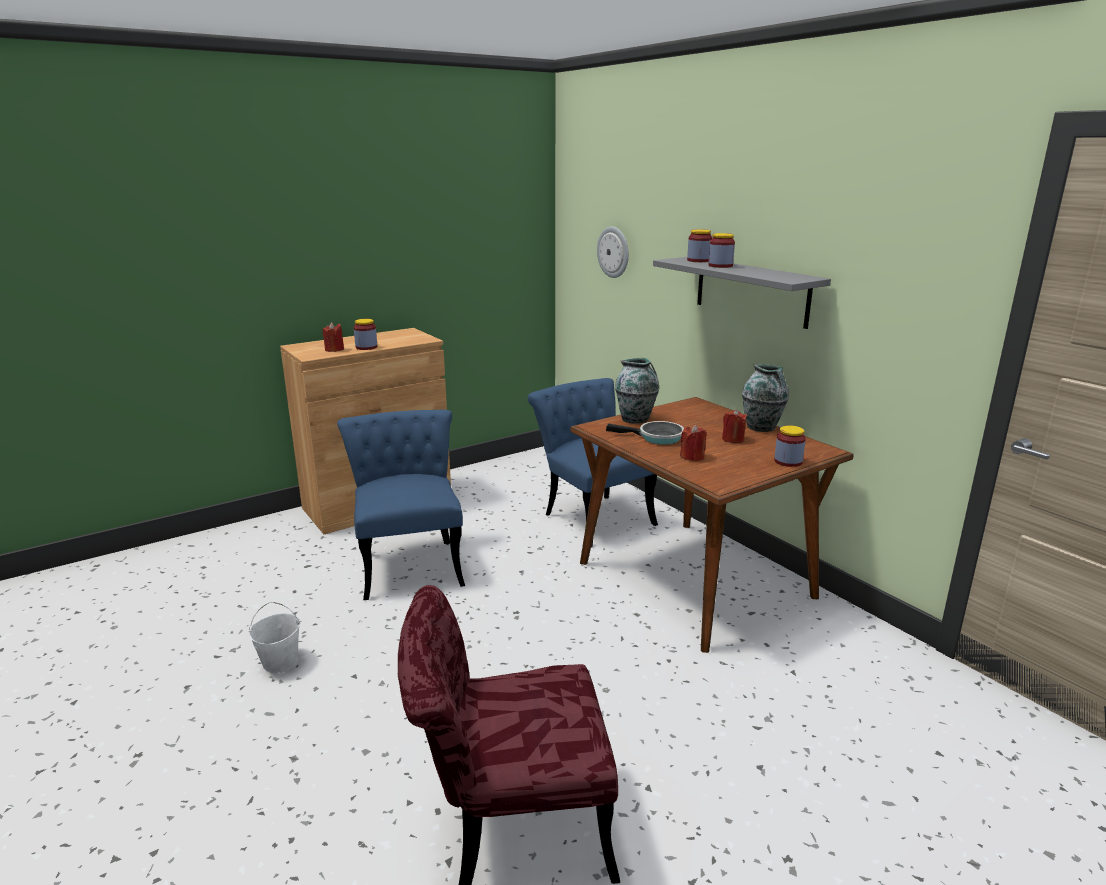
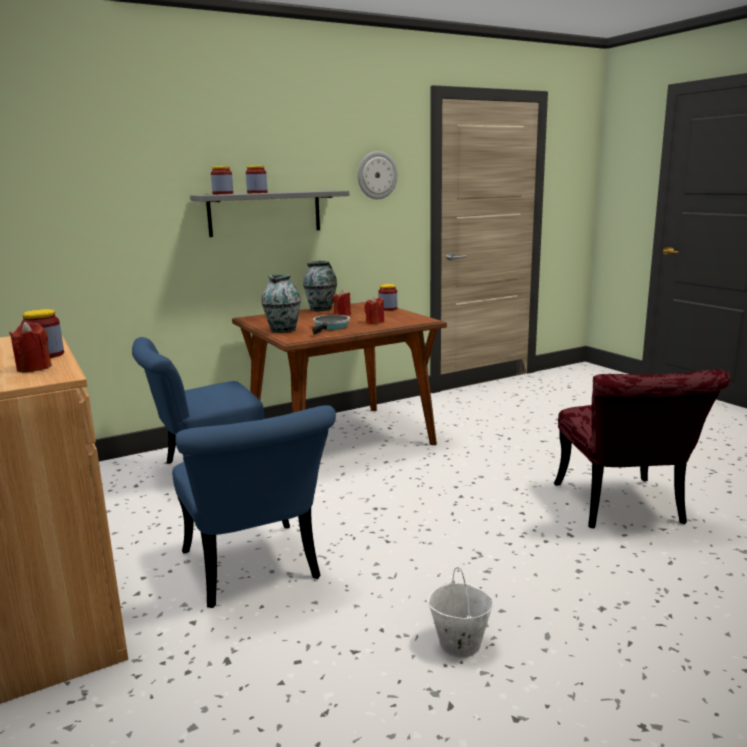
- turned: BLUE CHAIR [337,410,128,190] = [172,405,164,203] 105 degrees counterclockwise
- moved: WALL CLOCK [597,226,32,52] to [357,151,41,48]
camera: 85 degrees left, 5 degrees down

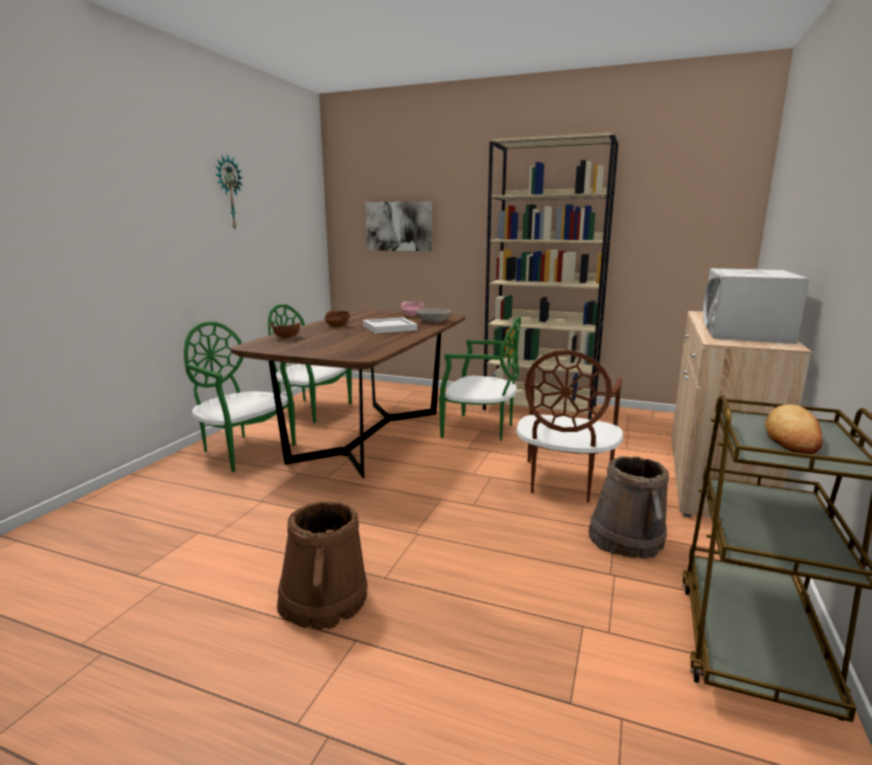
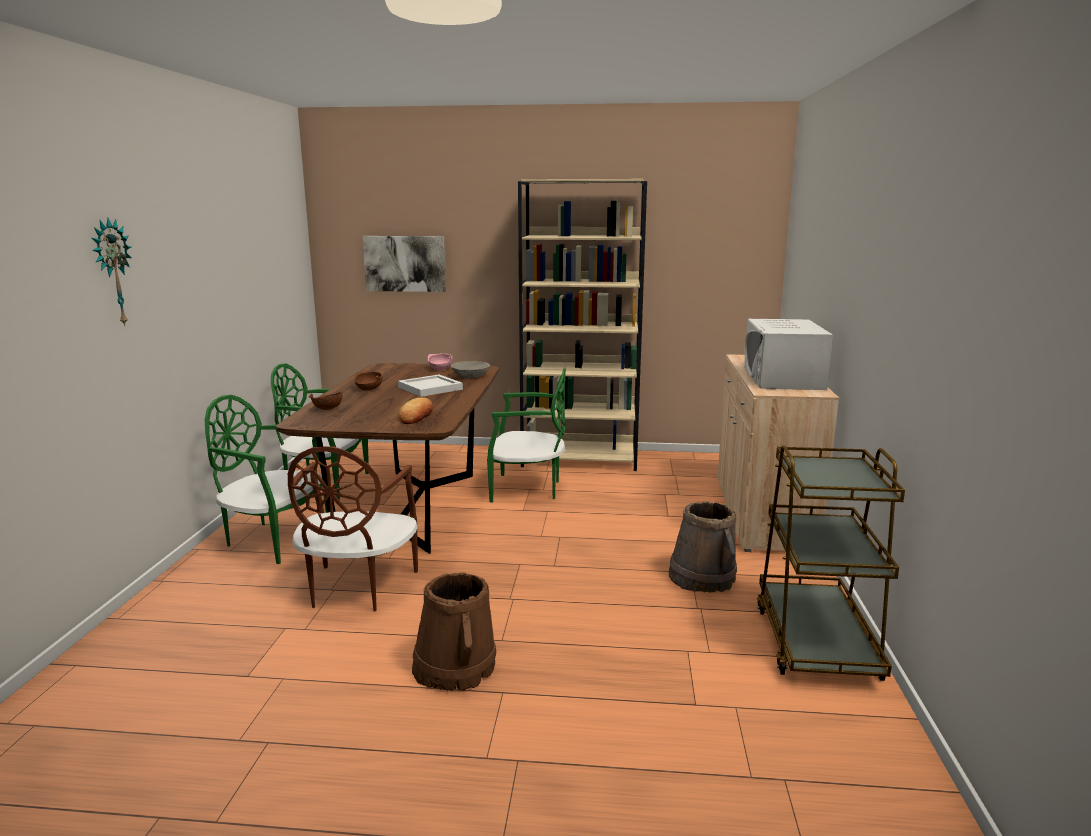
- moved: WALL CLOCK [215,155,28,74] to [92,218,40,108]
- moved: BROWN CHAIR [516,350,107,153] to [288,447,130,164]
- moved: BREAD [765,404,57,50] to [399,398,34,26]
camera: 15 degrees left, 0 degrees up

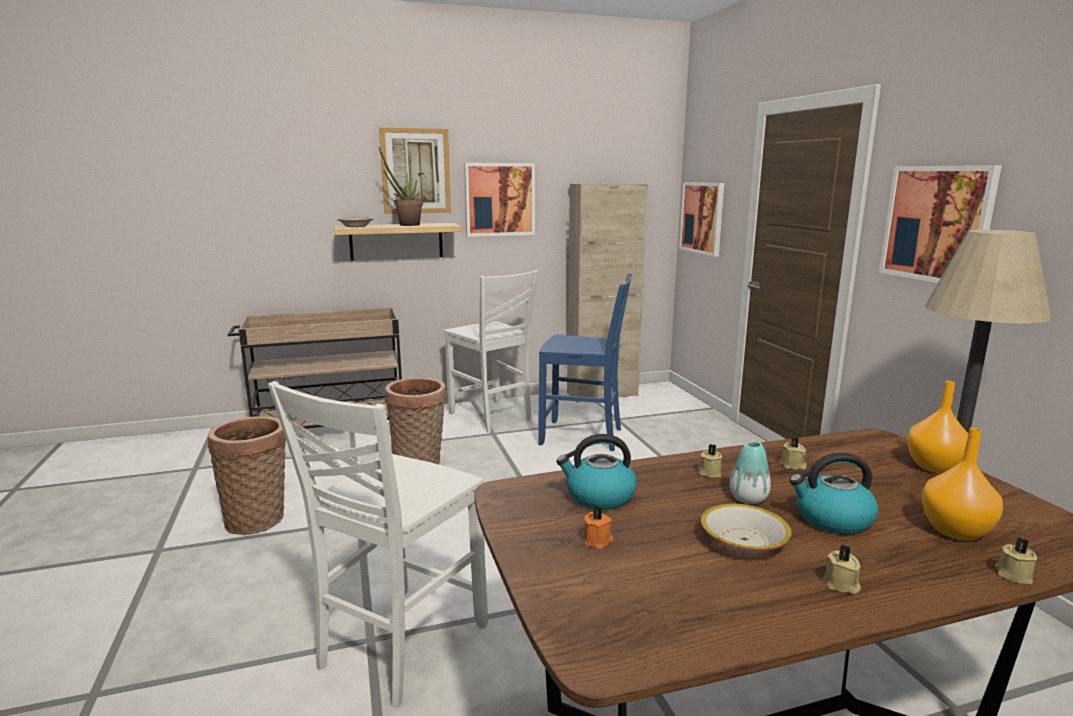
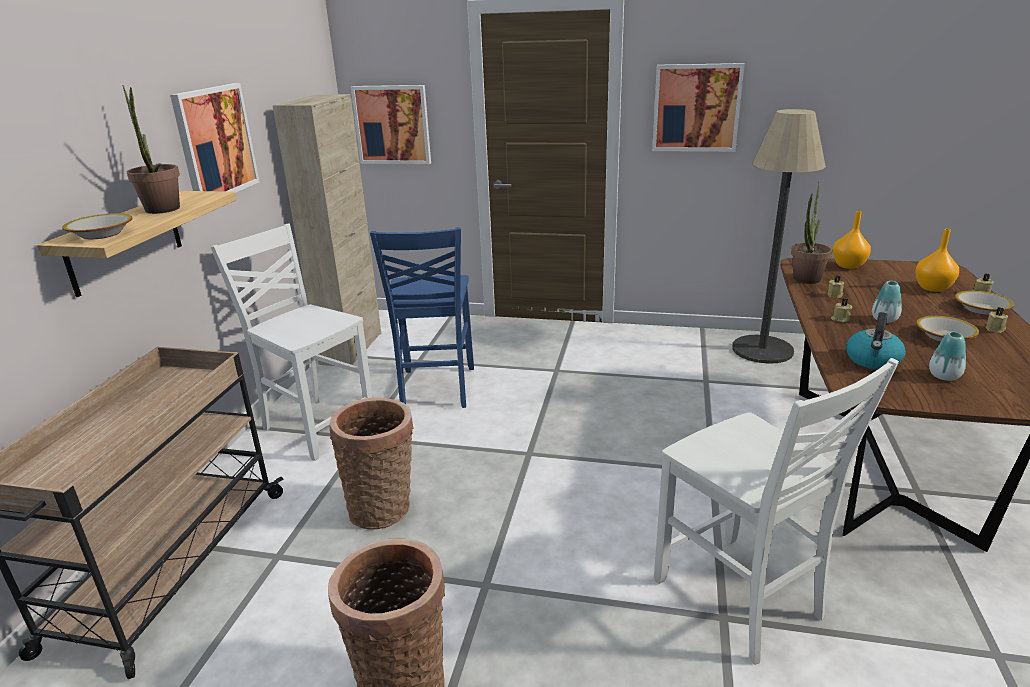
- turned: WHITE CHAIR [444,270,95,163] = [211,224,162,237] 135 degrees counterclockwise
- turned: BLUE CHAIR [538,273,94,178] = [370,227,104,181] 135 degrees clockwise
- added: POTTED PLANT [791,182,41,102]
- replaced: ORANGE CANDLE [584,505,29,44] to VASE [929,331,37,50]
- added: BOWL [955,290,60,25]
- removed: PICTURE [379,128,72,86]
- removed: KETTLE [789,452,89,82]
camera: 60 degrees left, 10 degrees up

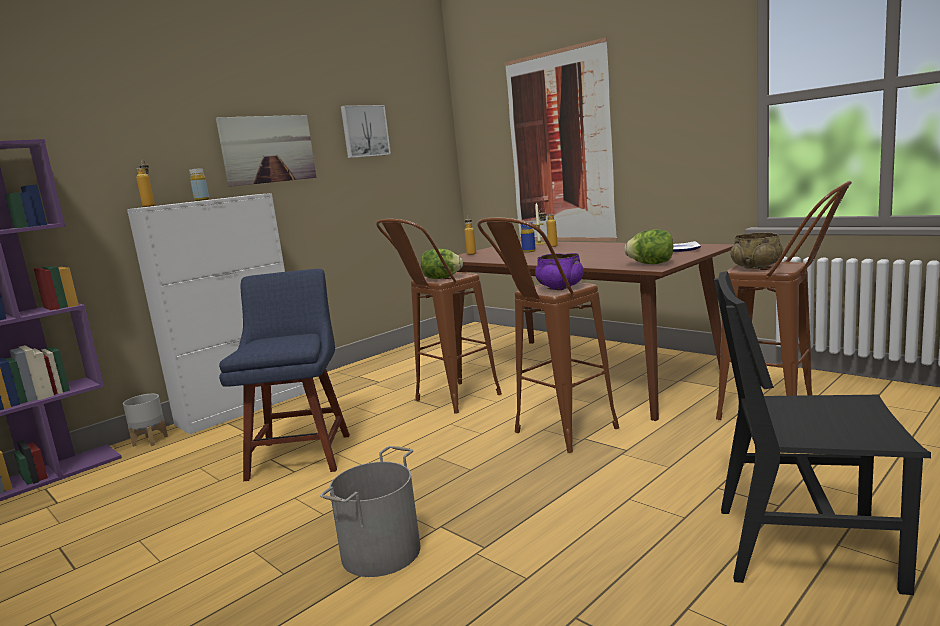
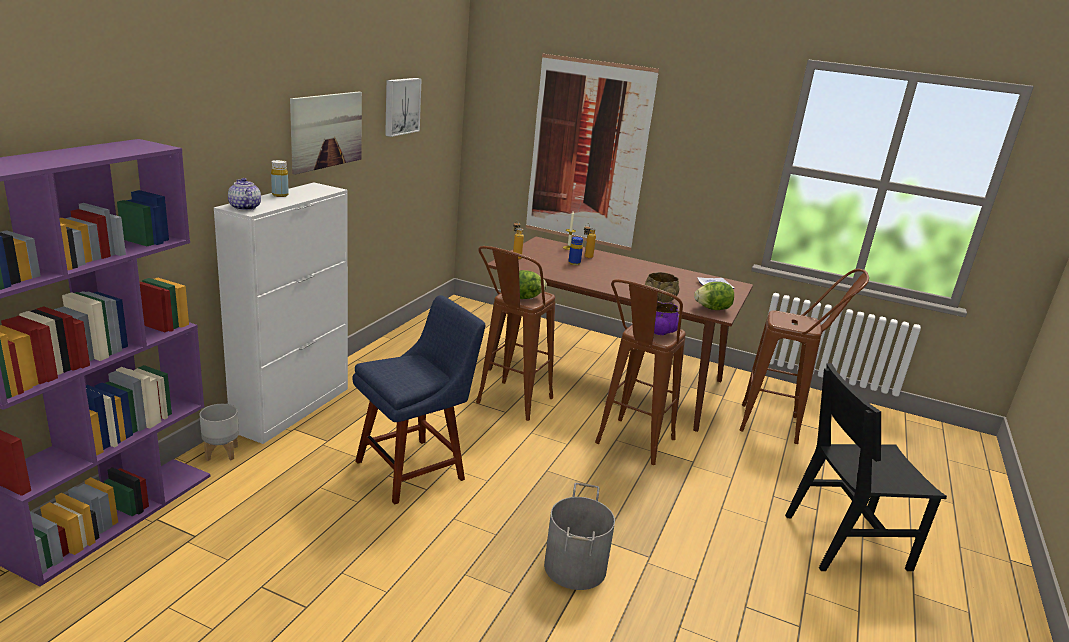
- replaced: BOTTLE [136,160,19,47] to TEAPOT [228,178,33,33]
- turned: BLUE CHAIR [219,269,131,212] = [352,295,133,210] 75 degrees clockwise
- moved: BEIGE BOWL [730,232,53,37] to [644,272,35,31]
camera: 25 degrees left, 10 degrees up

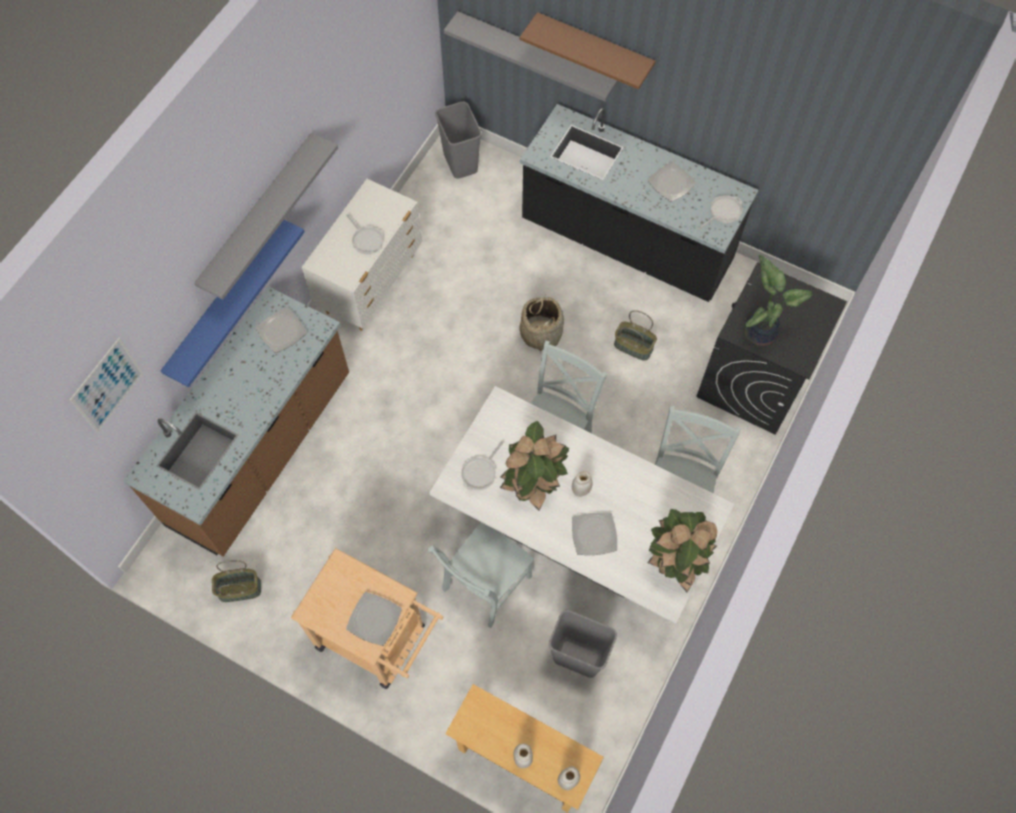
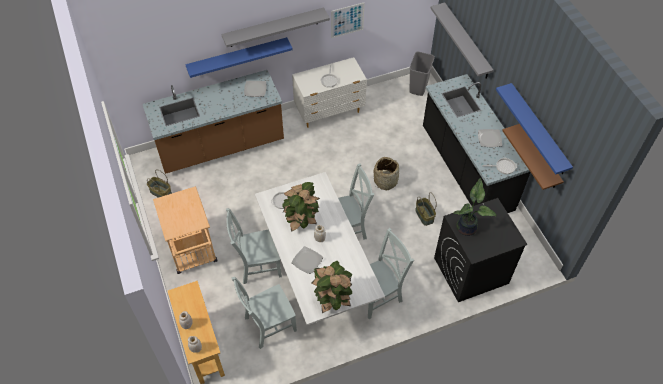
- replaced: GREY TRASH CAN [549,610,68,68] to GREY CHAIR [231,277,66,72]
- moved: PICTURE [70,338,73,95] to [331,3,34,35]
- added: BLUE SHELF [496,83,77,92]
- moved: BROWN SHELF [520,12,135,78] to [502,124,62,66]
- removed: PLATE [346,592,56,54]
camera: 40 degrees right, 10 degrees down

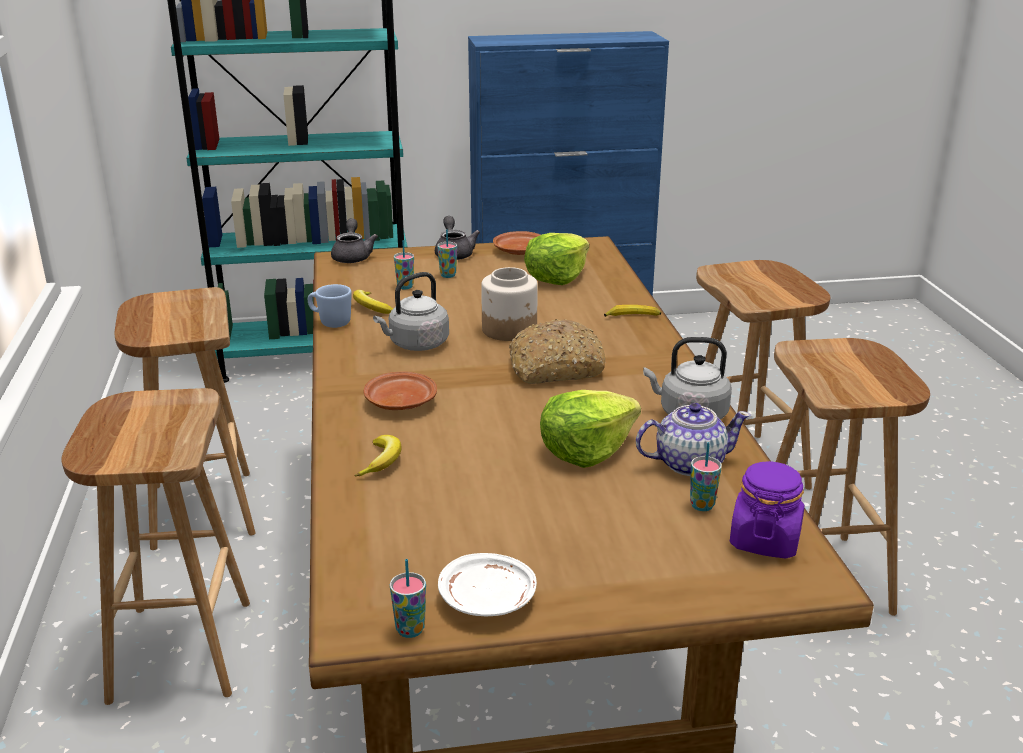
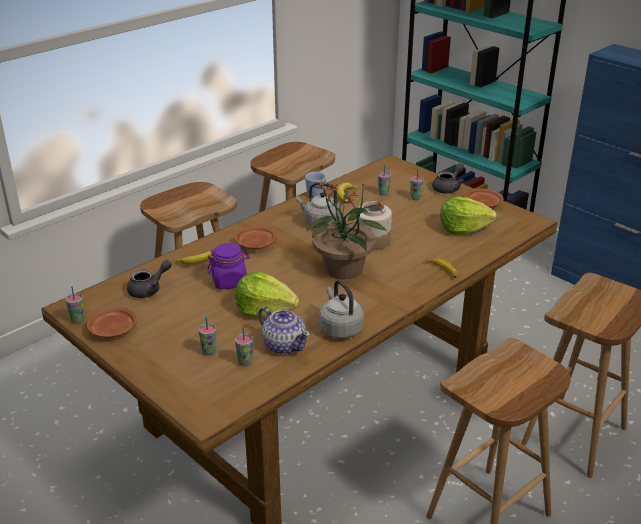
- recoloured: WHITE PLATE [438,553,99,63] to BROWN PLATE [87,307,50,31]
- moved: GREY TEAPOT [331,218,47,45] to [127,260,45,38]
- added: CUP [198,317,18,38]
- moved: PURPLE JAR [730,461,75,98] to [208,243,42,46]
- replaced: BREAD [509,319,97,65] to POTTED PLANT [307,180,81,100]
camera: 55 degrees right, 5 degrees up

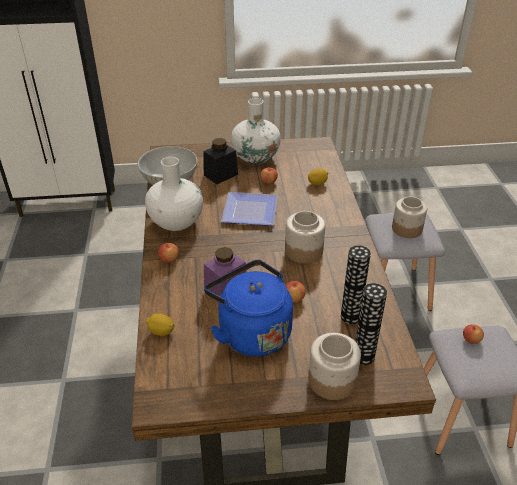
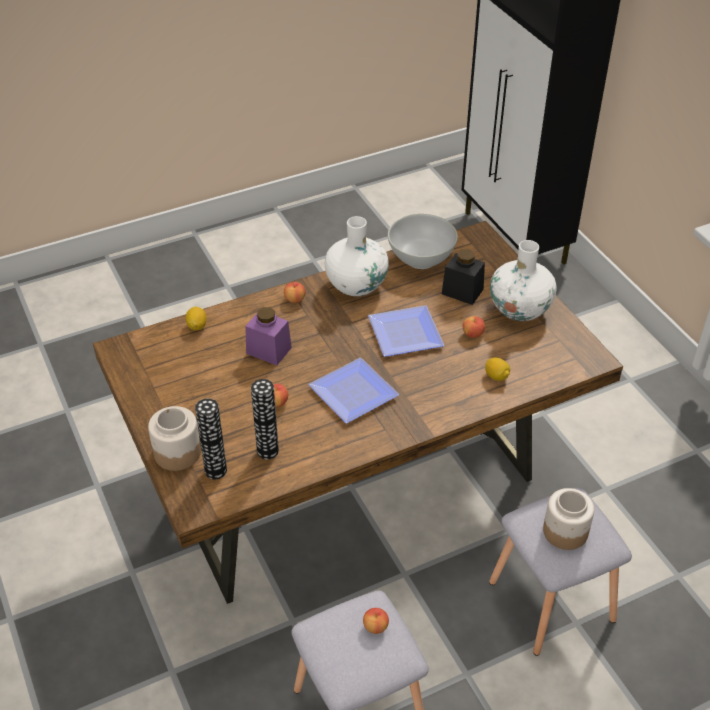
- replaced: JAR [285,211,40,53] to PLATE [309,358,90,65]
- removed: BLUE KETTLE [204,260,89,97]
camera: 70 degrees right, 5 degrees up

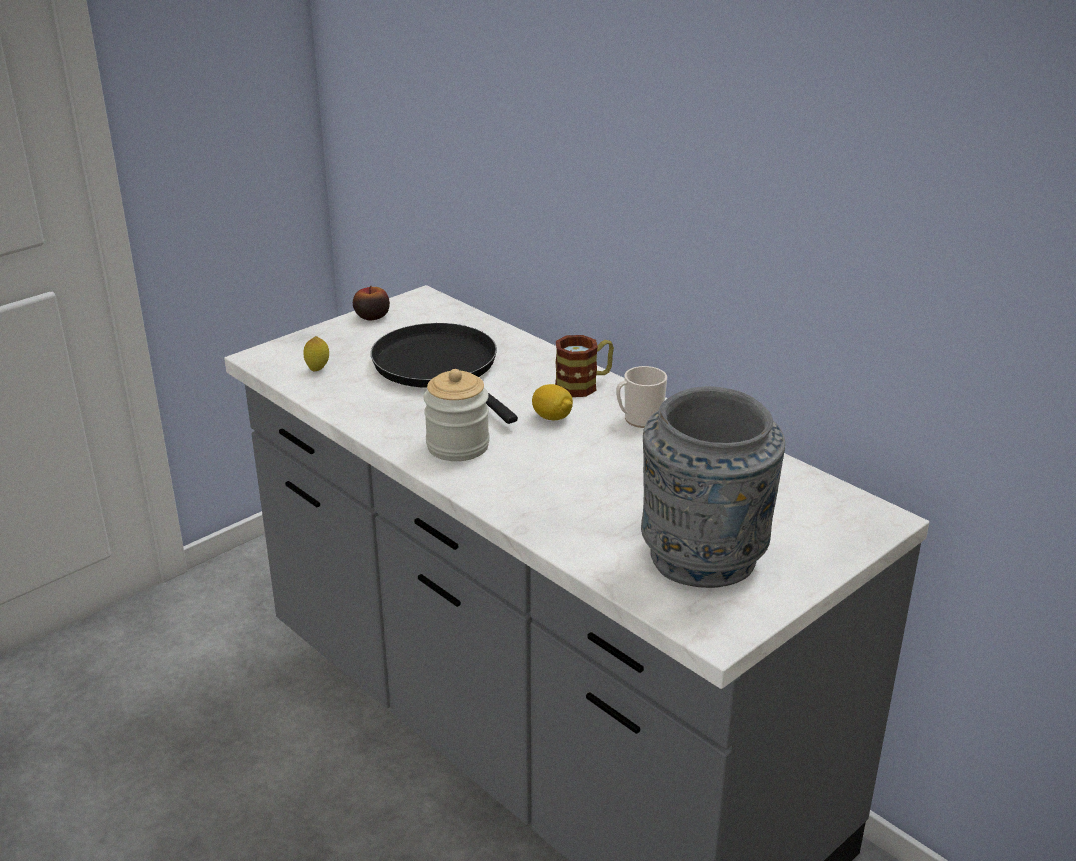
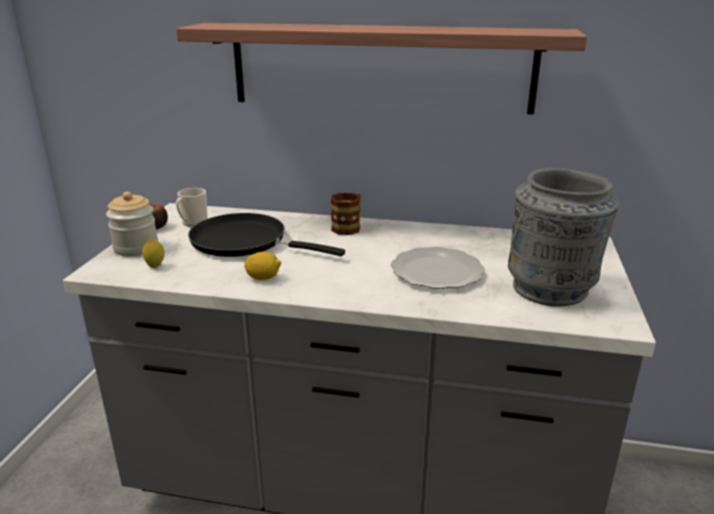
- moved: JAR [424,369,65,92] to [106,192,52,65]
- added: SHELF [176,23,411,92]
- moved: MUG [616,366,51,62] to [176,188,32,39]
- moved: LEMON [532,384,41,36] to [244,252,37,28]
- added: PLATE [391,247,94,42]
camera: 35 degrees left, 5 degrees down

